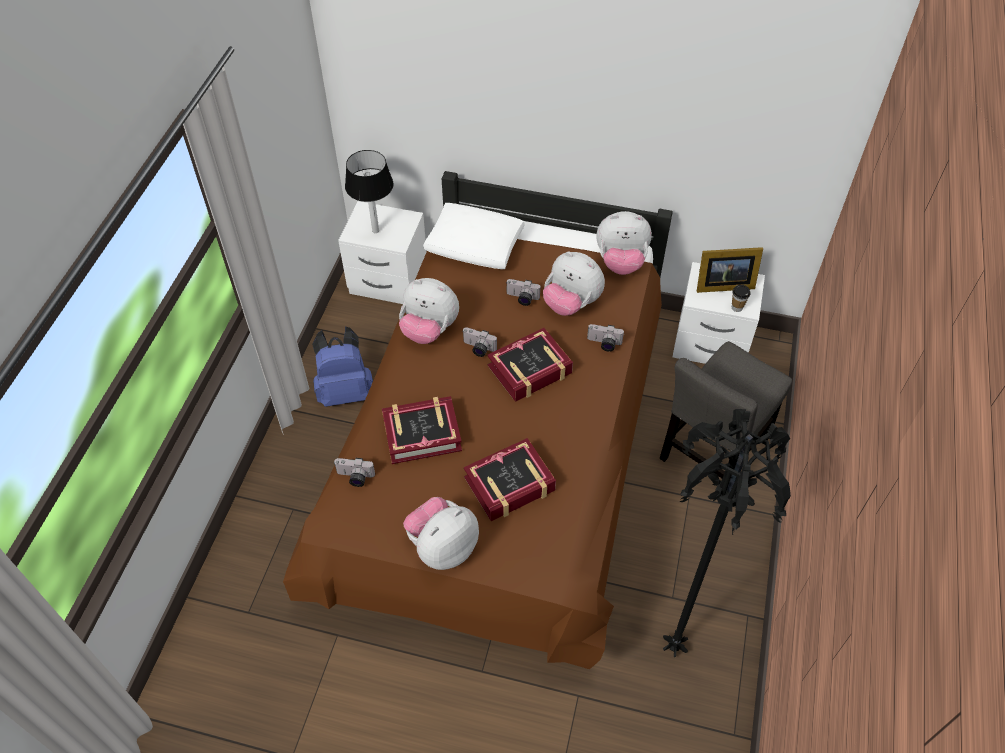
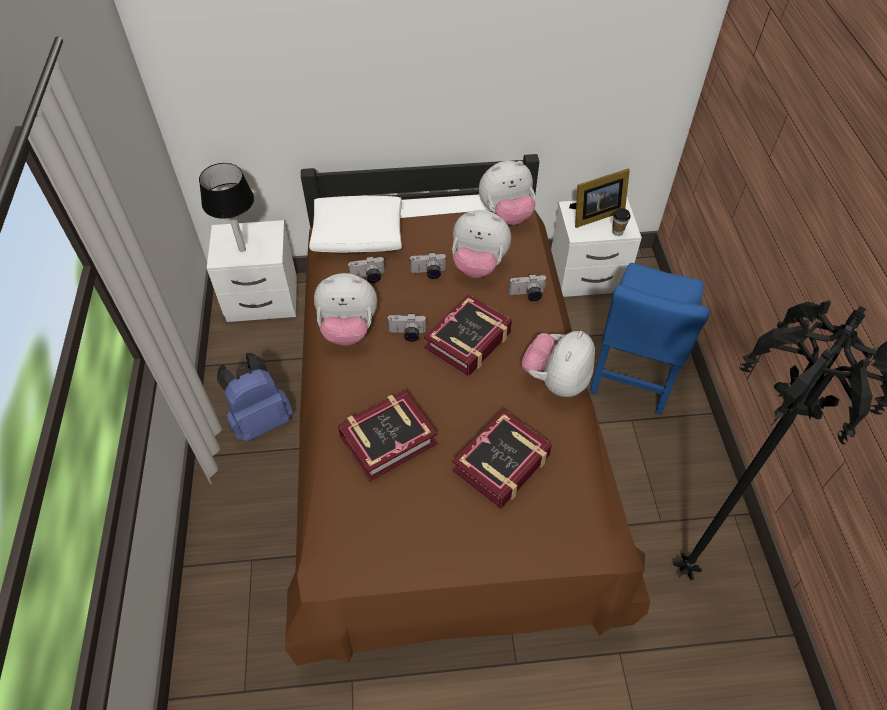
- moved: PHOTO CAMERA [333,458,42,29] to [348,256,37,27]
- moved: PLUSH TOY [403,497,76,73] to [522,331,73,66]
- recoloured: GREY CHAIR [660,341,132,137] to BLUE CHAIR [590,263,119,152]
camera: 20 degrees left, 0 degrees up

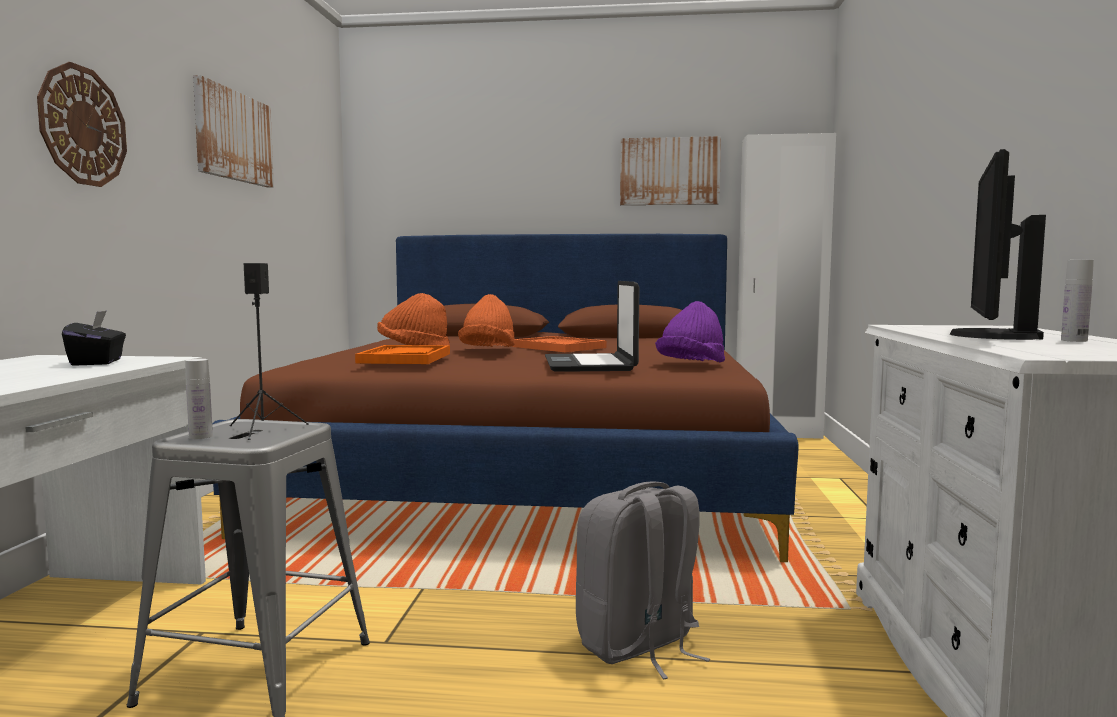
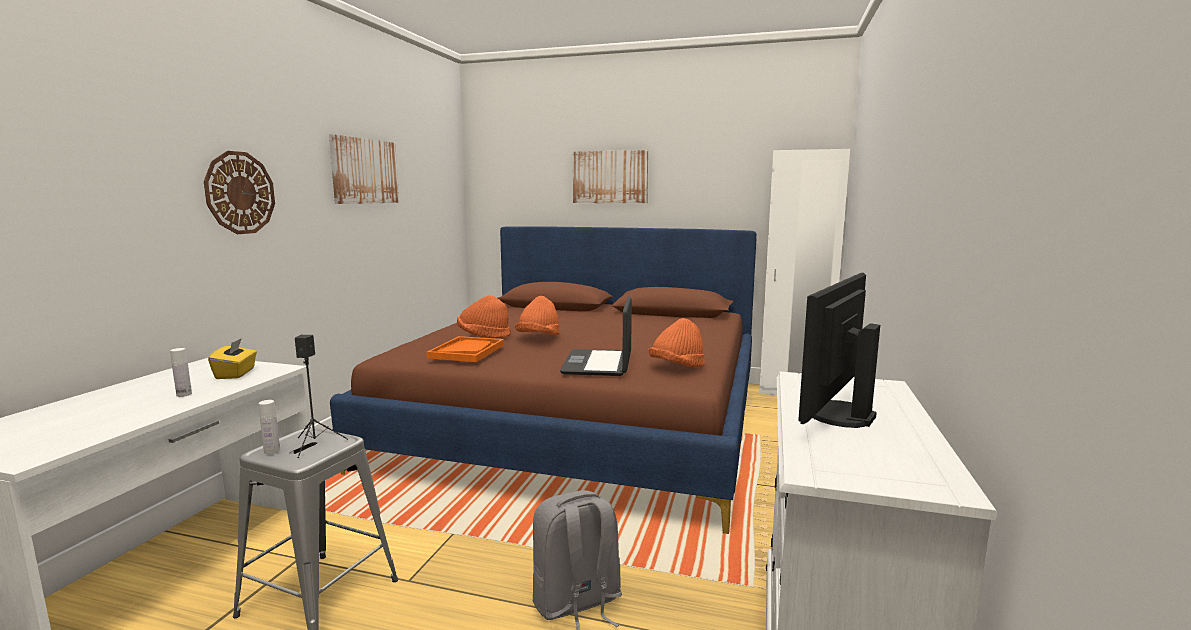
- moved: WHITE BOTTLE [1061,260,33,82] to [170,348,22,49]
- recoloured: BLACK TISSUE BOX [62,310,64,56] to YELLOW TISSUE BOX [208,338,49,41]
- moved: PICTURE [620,136,101,69] to [573,150,75,53]
- recoloured: PURPLE HAT [655,301,70,61] to ORANGE HAT [648,318,57,49]
- removed: ORANGE TRAY [512,336,95,16]
camera: 10 degrees right, 5 degrees up

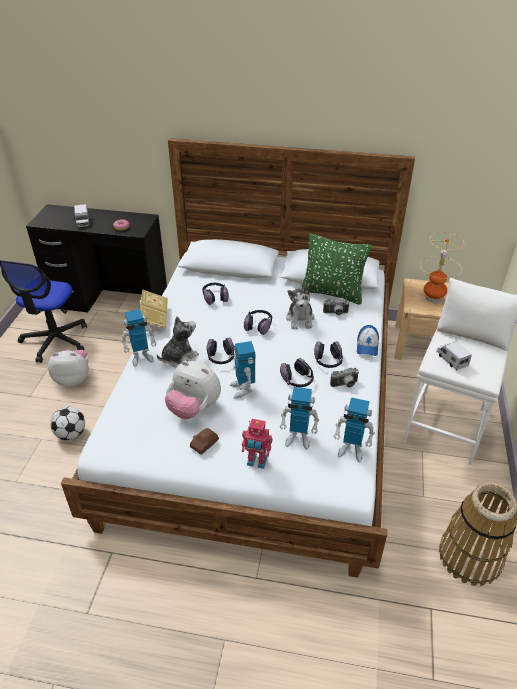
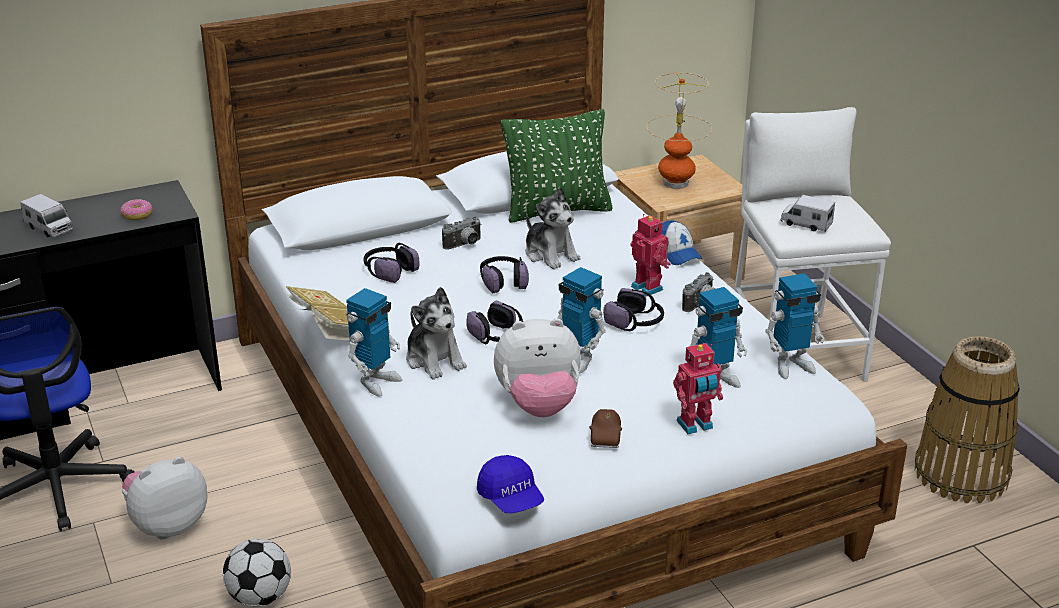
- turned: PLUSH TOY [157,316,42,52] = [406,287,61,93] 135 degrees clockwise
- moved: PHOTO CAMERA [323,299,27,16] to [442,216,40,34]
- added: BLUE CAP [477,455,67,58]
- replaced: HEADPHONES [314,341,29,27] to TOY ROBOT [631,214,39,83]
camera: 35 degrees left, 10 degrees down

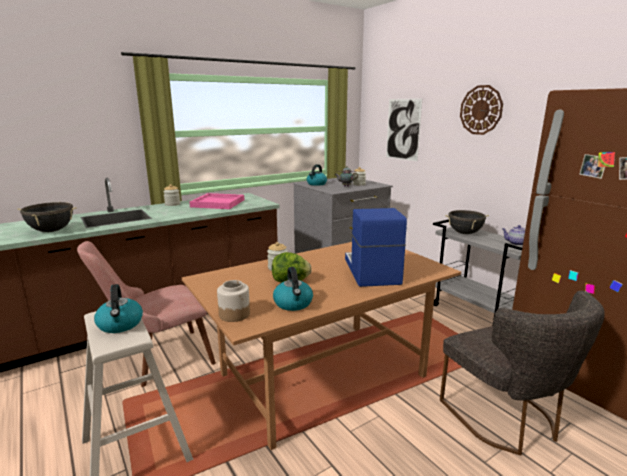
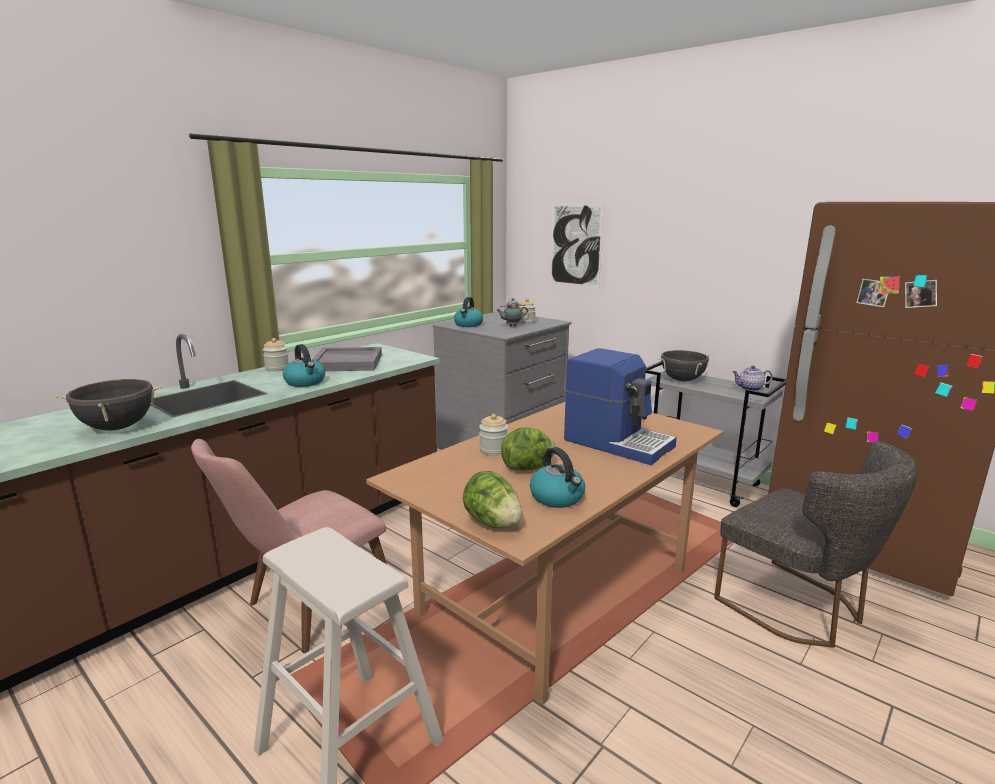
- moved: KETTLE [94,284,49,49] to [283,344,42,43]
- recoloured: PINK TRAY [189,193,55,16] to GREY TRAY [312,347,70,24]
- replaced: JAR [217,280,33,42] to LETTUCE [462,471,61,57]
- turned: COFFEE MACHINE [345,208,62,79] = [564,348,113,117] 150 degrees clockwise
- removed: WALL CLOCK [460,85,43,50]
camera: 15 degrees left, 0 degrees up

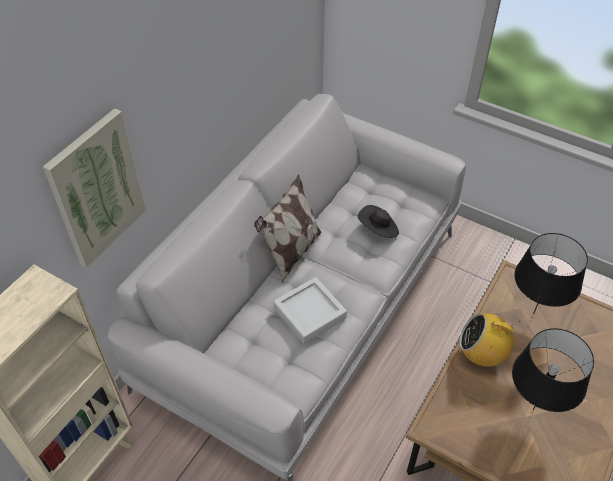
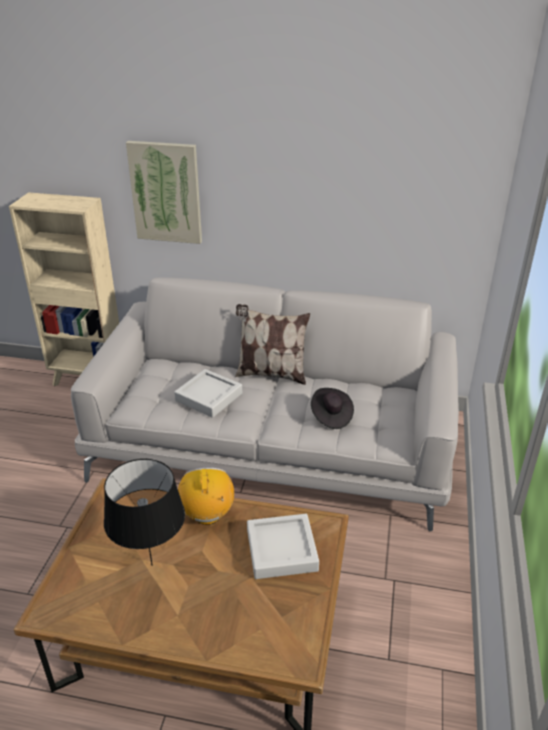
- replaced: BLACK TABLE LAMP [514,233,74,81] to GREY TRAY [247,514,72,65]
camera: 70 degrees right, 15 degrees down

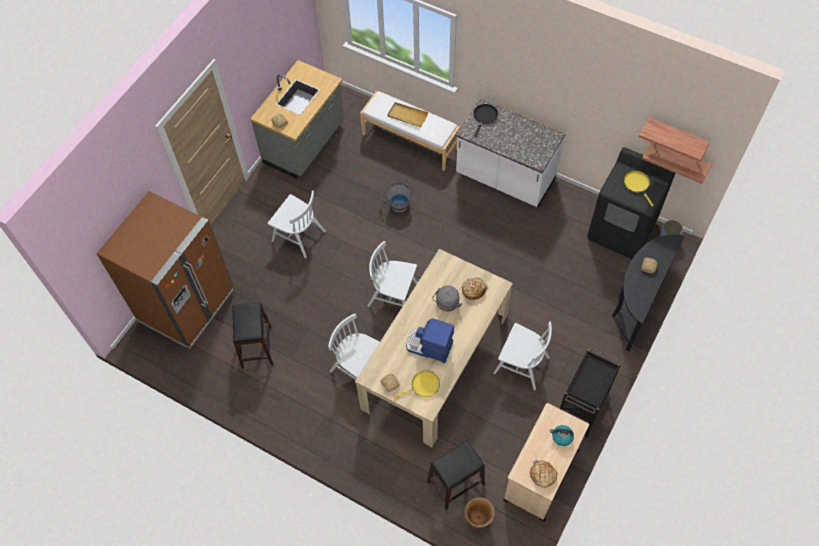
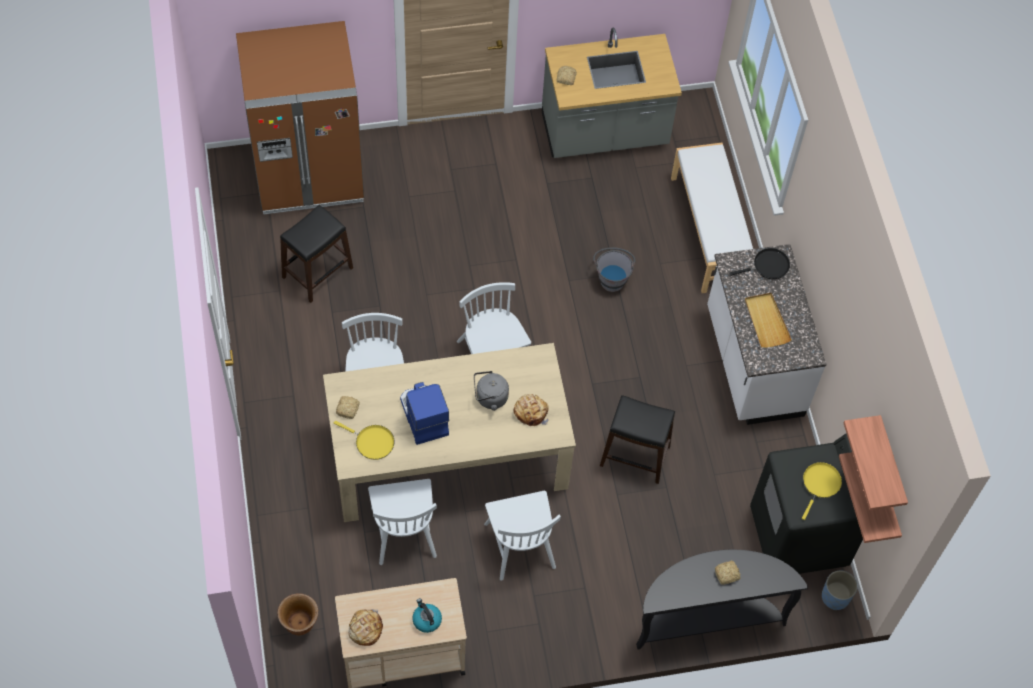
- moved: WHITE CHAIR [268,190,58,68] to [368,479,69,86]
- moved: BLACK STOOL [427,440,58,70] to [600,395,75,89]
- moved: BEIGE TRAY [387,102,41,25] to [745,293,47,55]
- removed: BLACK CART [560,347,61,90]
camera: 45 degrees right, 0 degrees up

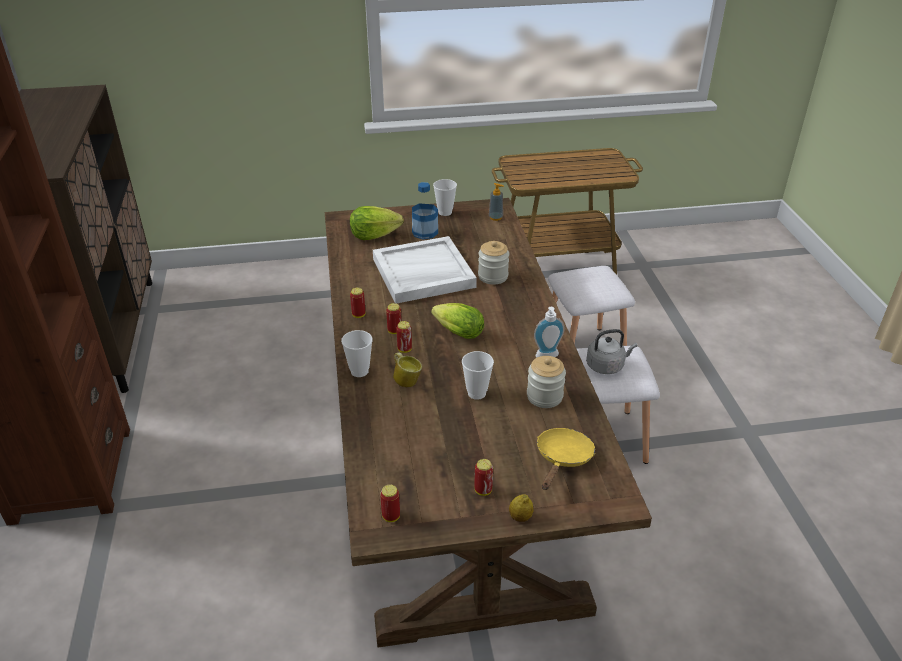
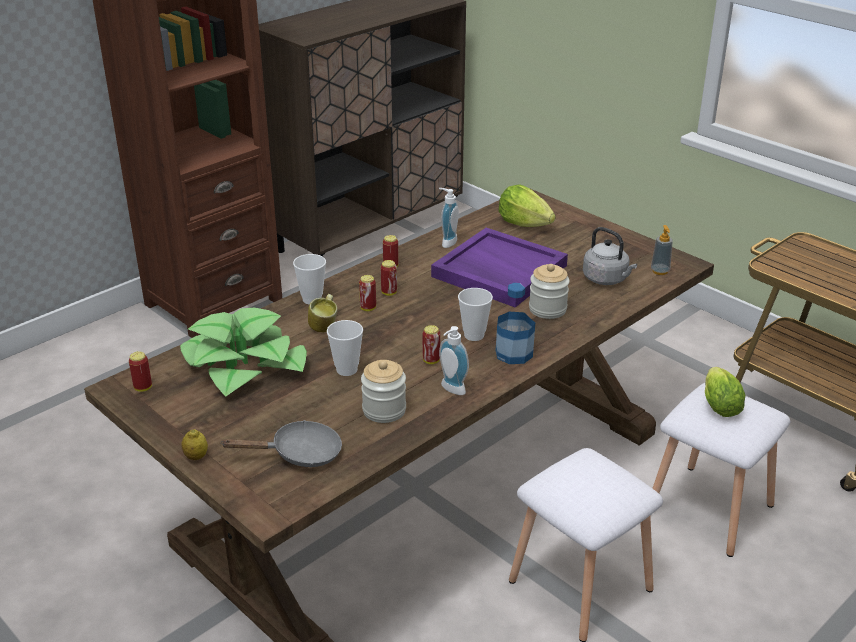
- added: POTTED PLANT [180,308,127,89]
- recoloured: YELLOW FRYING PAN [537,428,58,62] to GREY FRYING PAN [221,420,121,47]
- moved: CAN [475,459,18,37] to [423,325,17,39]
- recoloured: WHITE TRAY [373,236,104,68] to PURPLE TRAY [431,228,137,80]
- added: SOAP DISPENSER [439,188,20,60]
- moved: CUP [433,179,24,37] to [458,288,35,53]
- moved: BOTTLE [412,182,26,57] to [495,283,40,81]
- moved: GREY KETTLE [586,329,51,45] to [583,227,54,58]
- moved: LETTUCE [431,303,53,36] to [705,367,41,50]
camera: 55 degrees right, 5 degrees down

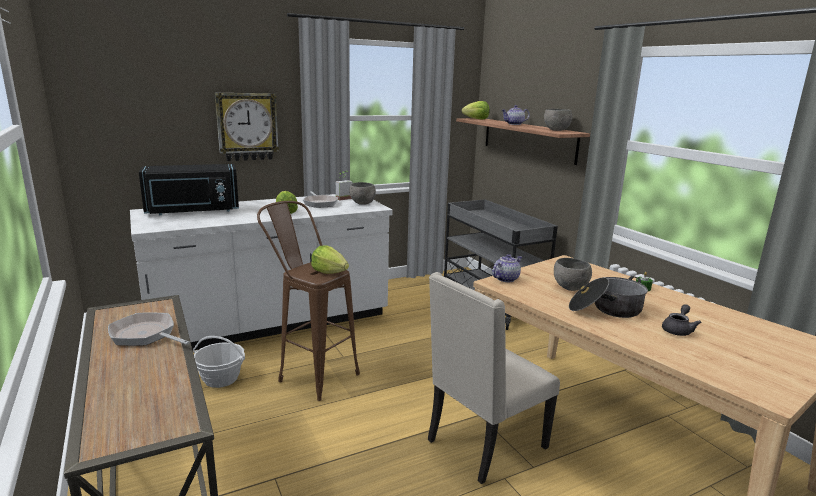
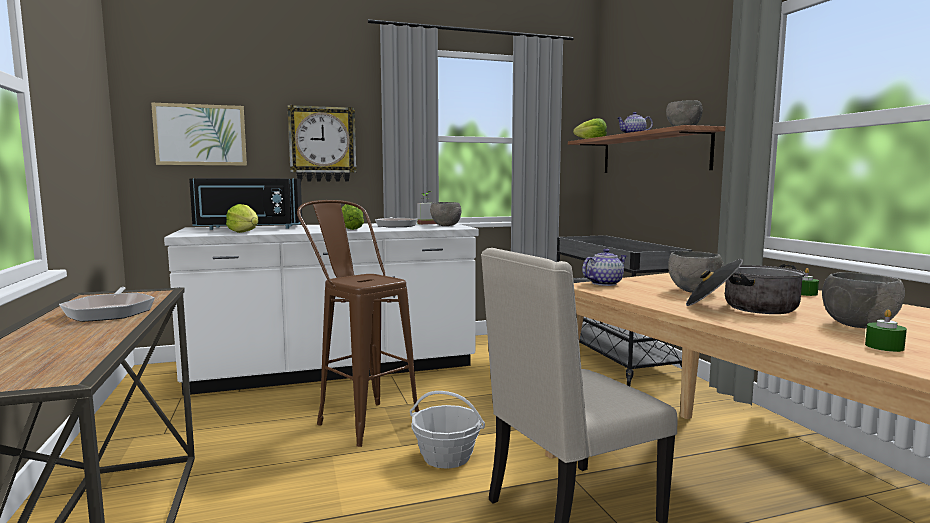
- turned: FRYING PAN [108,313,82,33] = [59,287,96,35] 150 degrees counterclockwise
- added: PICTURE [151,103,96,63]
- moved: LETTUCE [311,245,38,29] to [226,204,32,29]
- moved: BASKET [193,336,52,52] to [410,391,75,78]
- replaced: GREY TEAPOT [662,304,39,32] to GREY BOWL [822,272,83,56]
- added: GREEN CANDLE [865,309,42,43]
camera: 10 degrees right, 10 degrees down

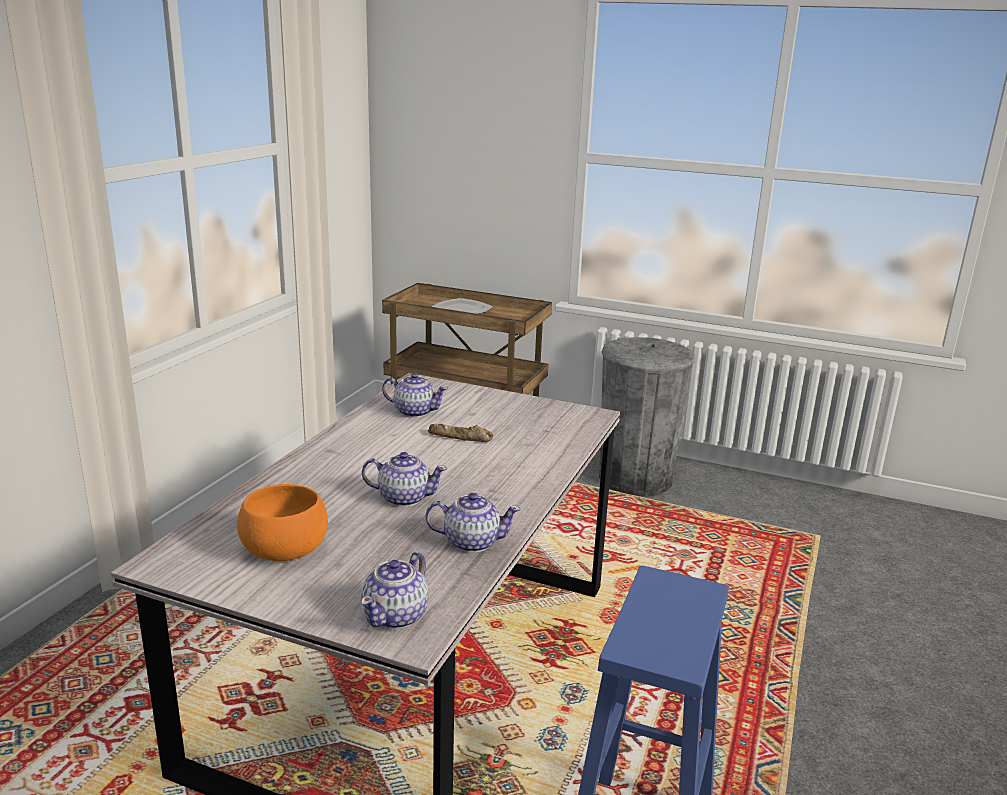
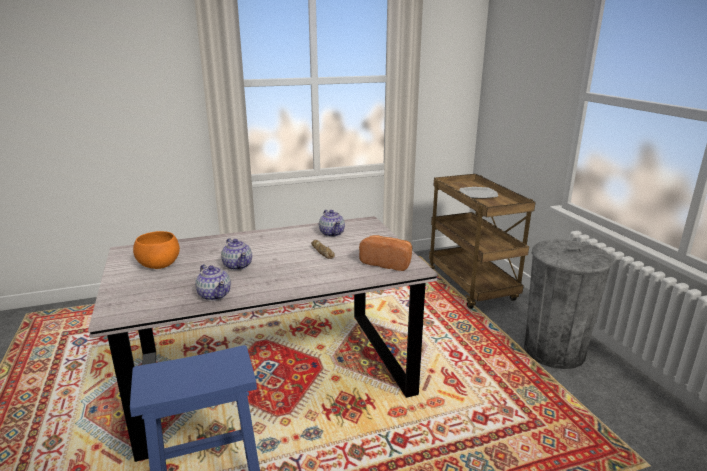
- added: BREAD [359,235,53,36]
- removed: TEAPOT [361,552,67,77]
camera: 50 degrees right, 0 degrees up

